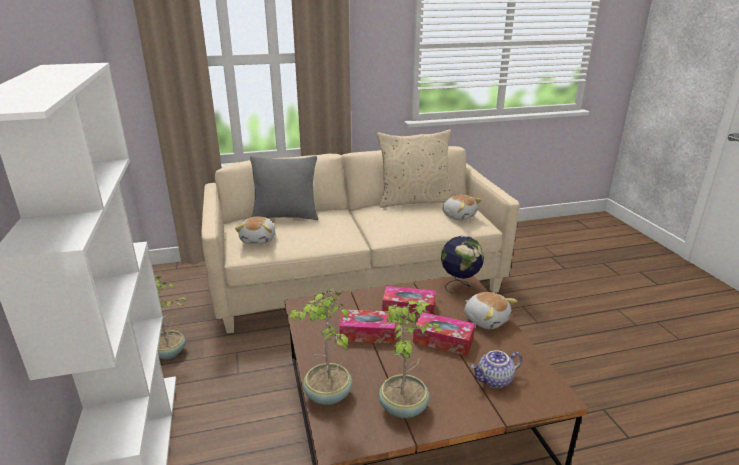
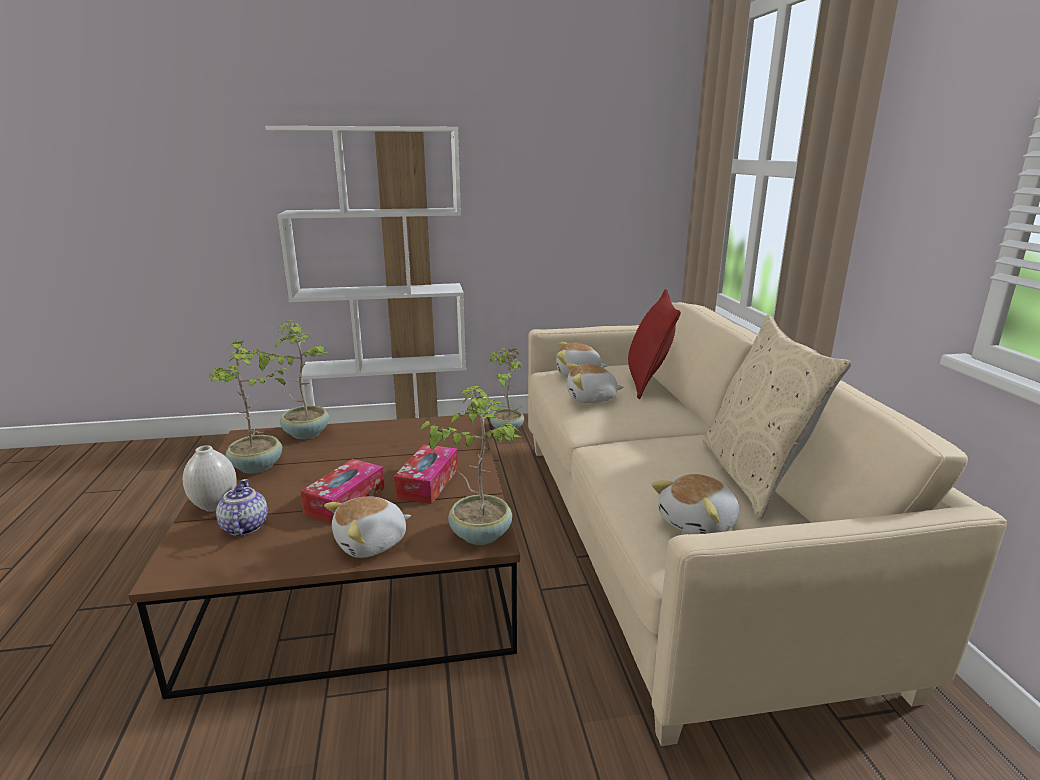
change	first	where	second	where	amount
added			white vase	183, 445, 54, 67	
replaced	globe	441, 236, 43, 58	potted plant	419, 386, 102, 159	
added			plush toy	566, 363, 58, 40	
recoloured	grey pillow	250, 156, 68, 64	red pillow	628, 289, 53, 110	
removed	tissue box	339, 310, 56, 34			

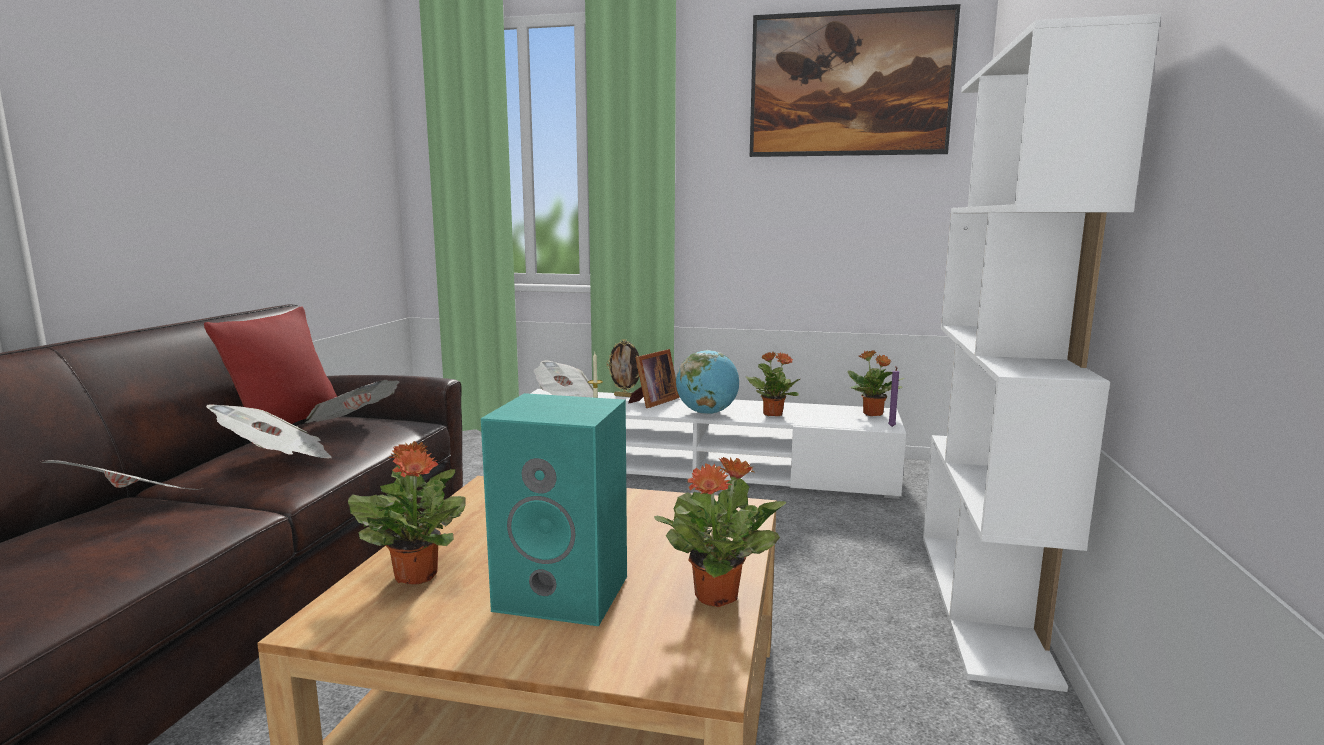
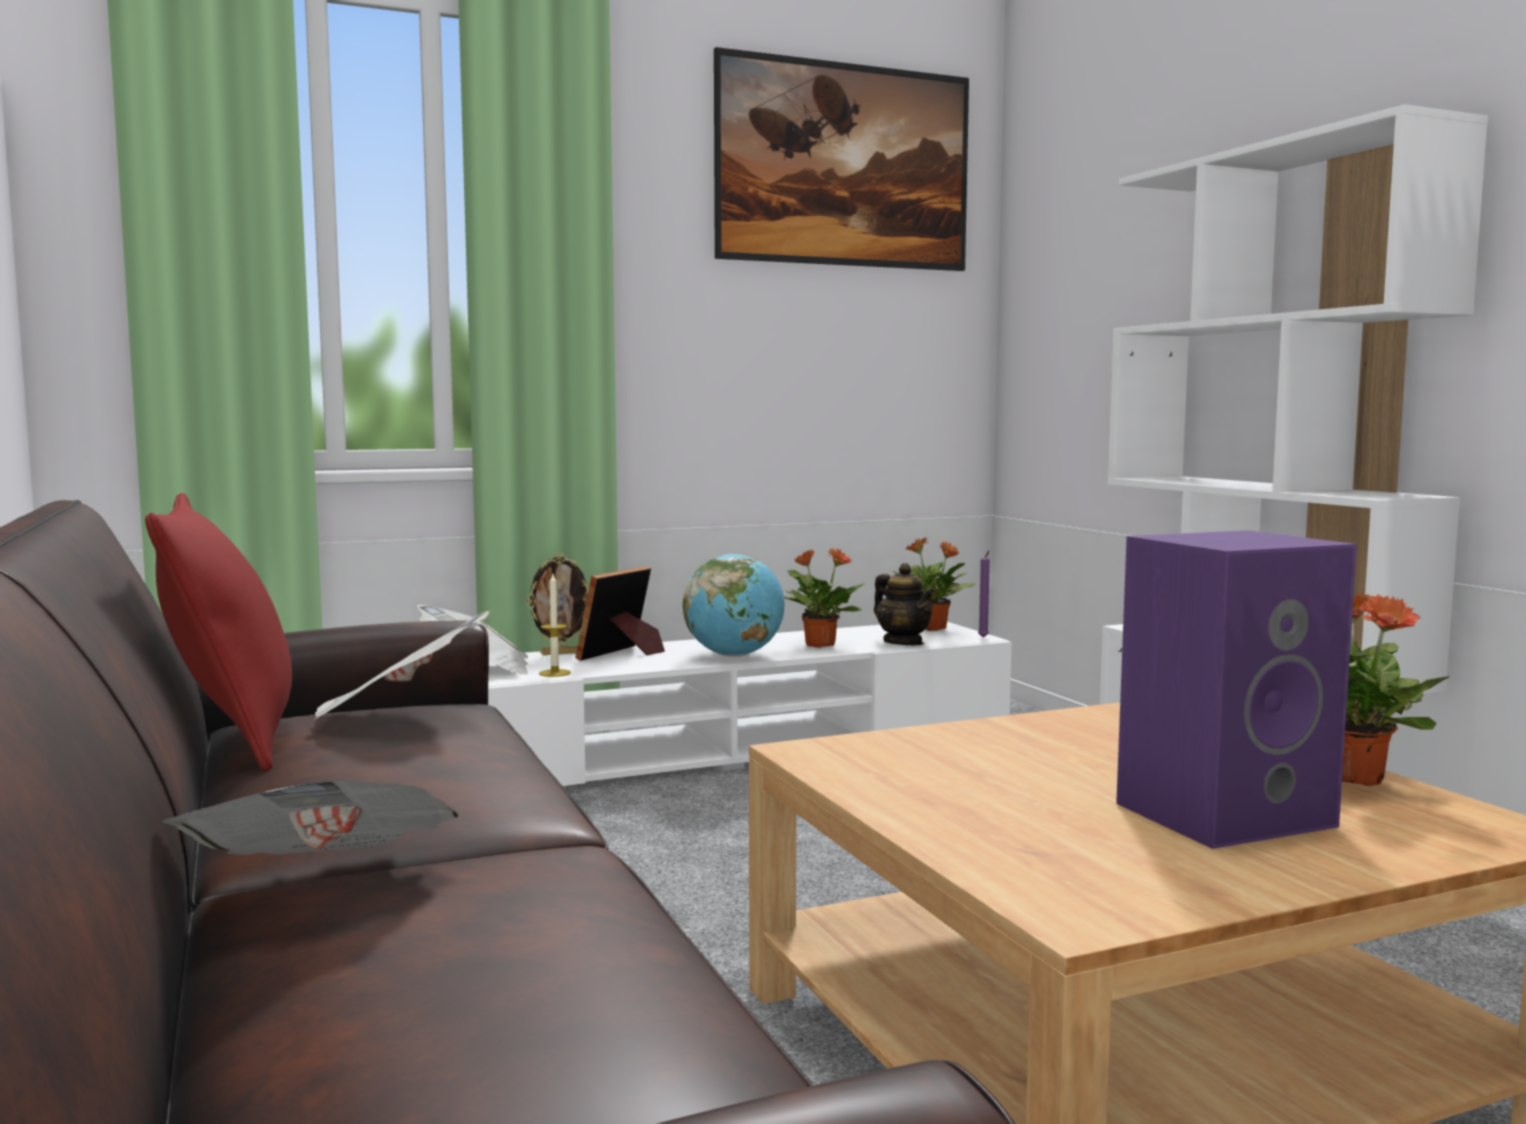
change	first	where	second	where	amount
turned	picture frame	628, 349, 52, 59		575, 566, 90, 95	150 degrees counterclockwise
added			teapot	874, 563, 61, 82	
recoloured	turquoise speaker	481, 393, 146, 233	purple speaker	1116, 530, 241, 319	
removed	newspaper	206, 405, 126, 53			
removed	potted plant	348, 441, 118, 143			

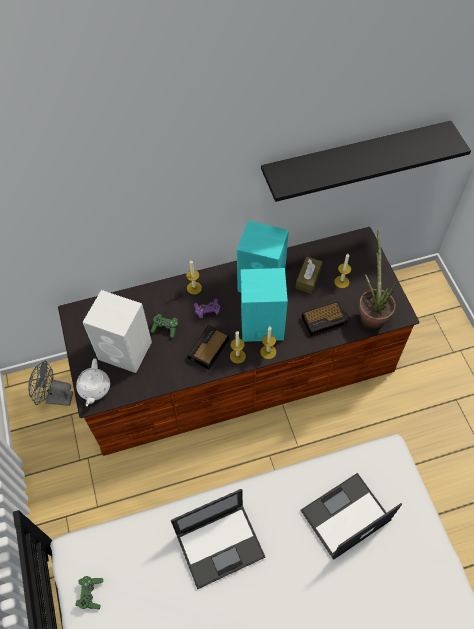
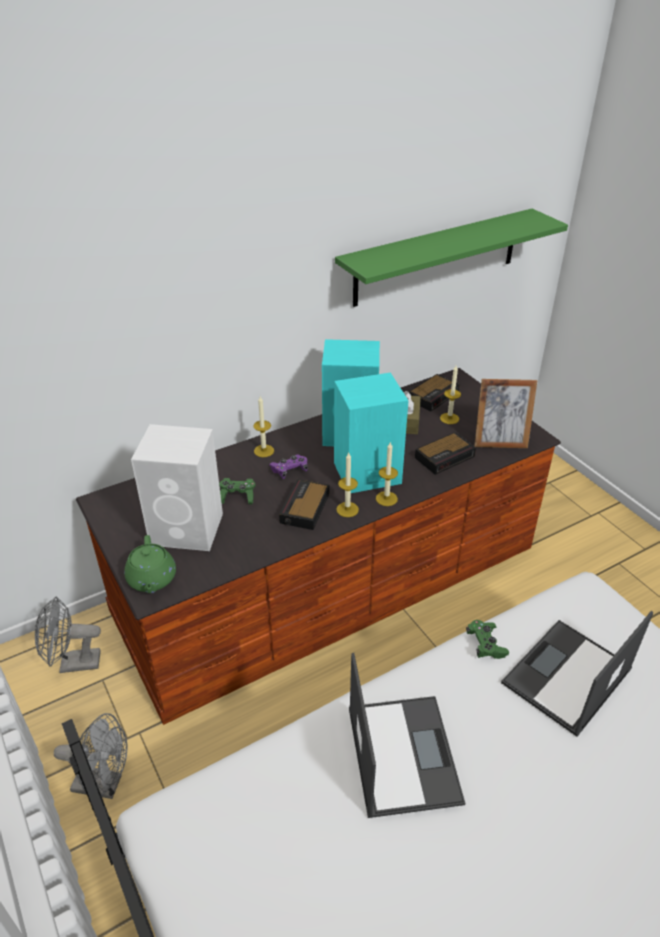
change	first	where	second	where	amount
added			grey fan	54, 713, 73, 86	
recoloured	white teapot	76, 359, 34, 47	green teapot	124, 535, 52, 58	
recoloured	black shelf	261, 121, 210, 81	green shelf	335, 209, 233, 98	
turned	laptop	171, 489, 94, 100		349, 653, 116, 165	60 degrees counterclockwise
added			alarm clock	409, 374, 51, 38	
moved	green game controller	75, 576, 28, 34		466, 620, 43, 39	
replaced	potted plant	359, 230, 39, 100	picture frame	475, 379, 62, 69	

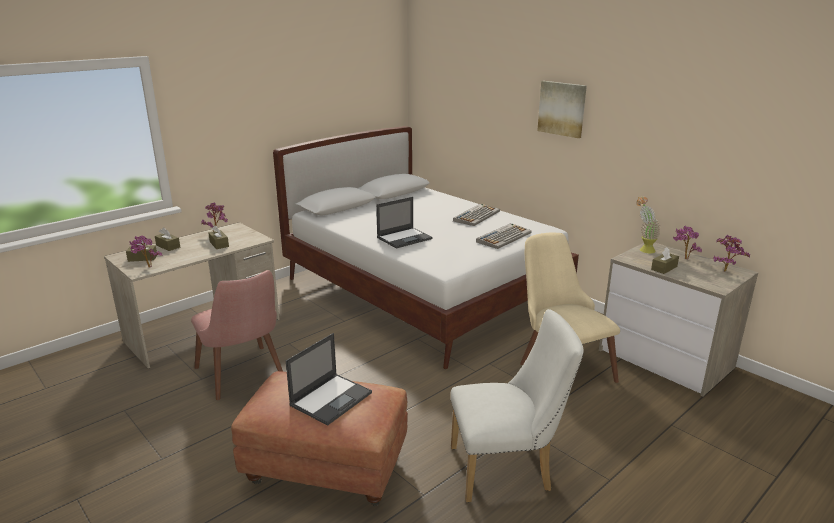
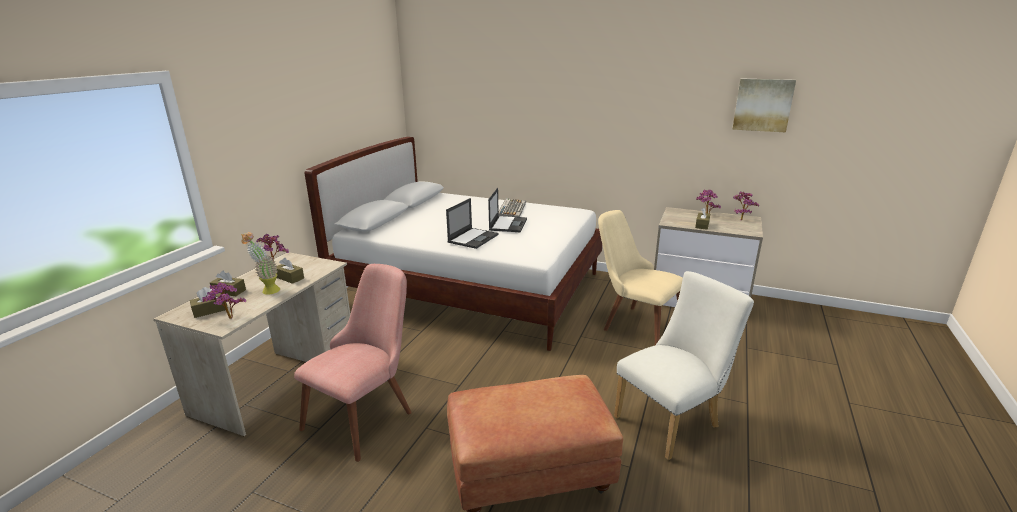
change	first	where	second	where	amount
moved	potted plant	636, 196, 24, 57		241, 232, 39, 63	
turned	pink chair	191, 270, 92, 130		294, 264, 118, 198	90 degrees counterclockwise
moved	laptop	286, 333, 86, 93		488, 188, 39, 44	
moved	picture	537, 81, 50, 57		732, 79, 64, 53	
removed	keyboard	476, 223, 56, 26			

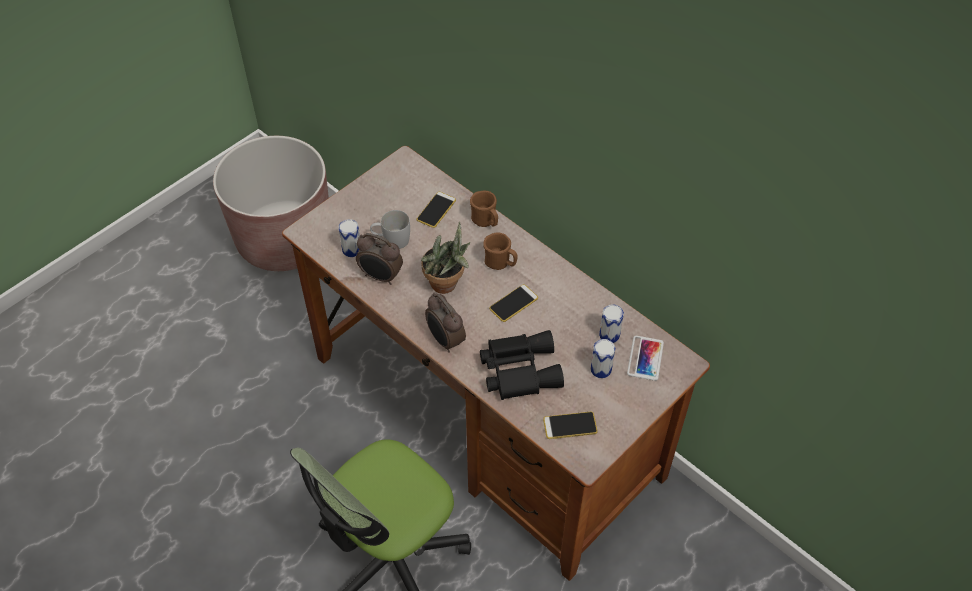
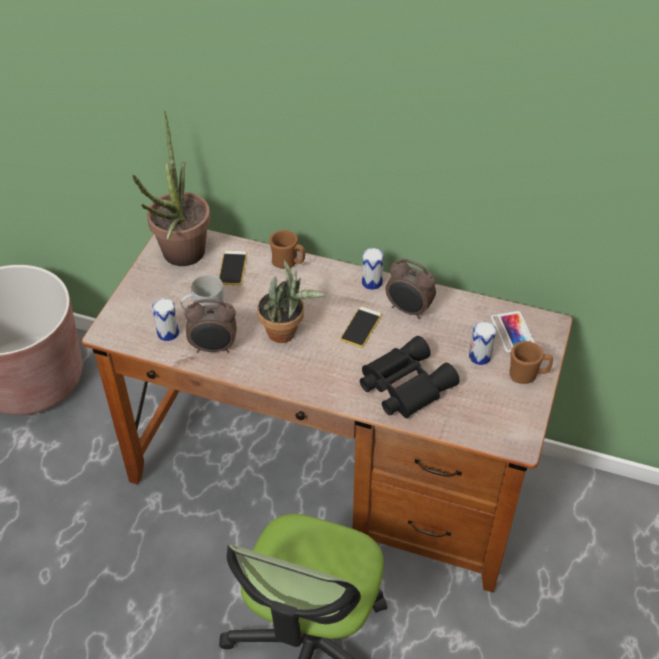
change	first	where	second	where	amount
added			potted plant	132, 111, 79, 155	
moved	can	599, 304, 25, 39		362, 248, 22, 42	
moved	alarm clock	425, 293, 41, 60		386, 259, 50, 60	
moved	brown mug	483, 233, 35, 37		510, 341, 43, 43	
removed	phone	543, 412, 55, 27			

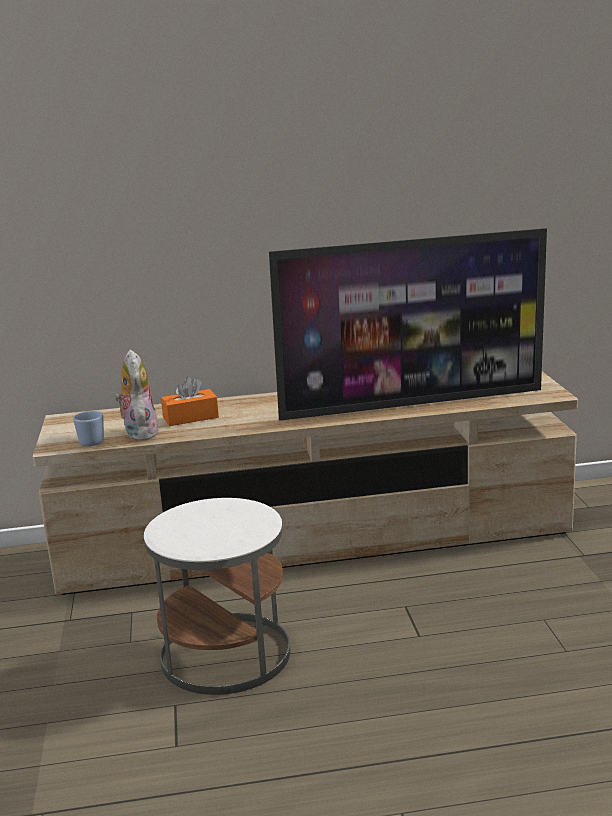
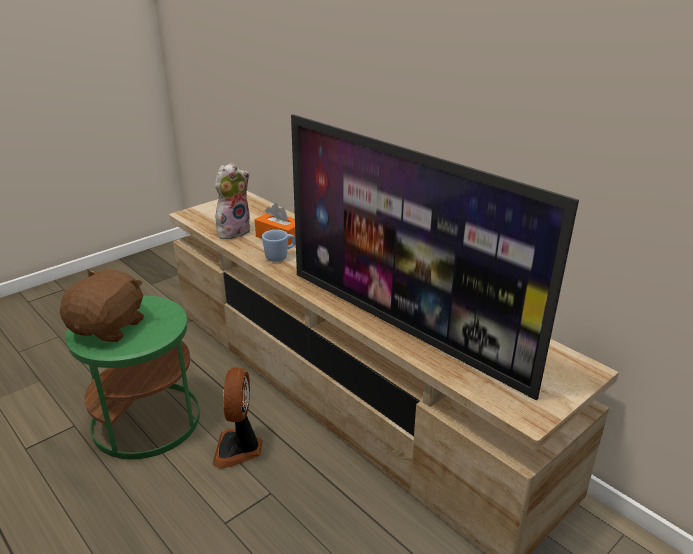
change	first	where	second	where	amount
added			brown plush toy	60, 269, 84, 73	
recoloured	white side table	144, 498, 146, 197	green side table	65, 295, 135, 164	
added			fan	212, 367, 51, 102	
moved	blue mug	73, 411, 31, 35		262, 230, 33, 32	

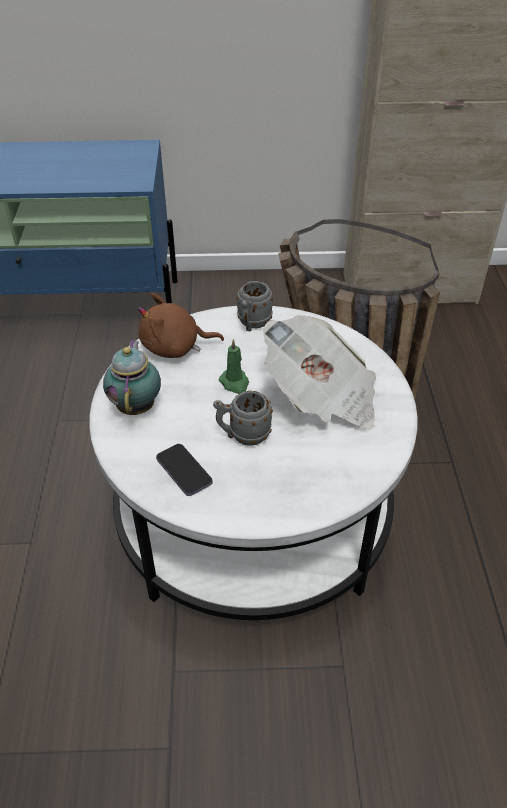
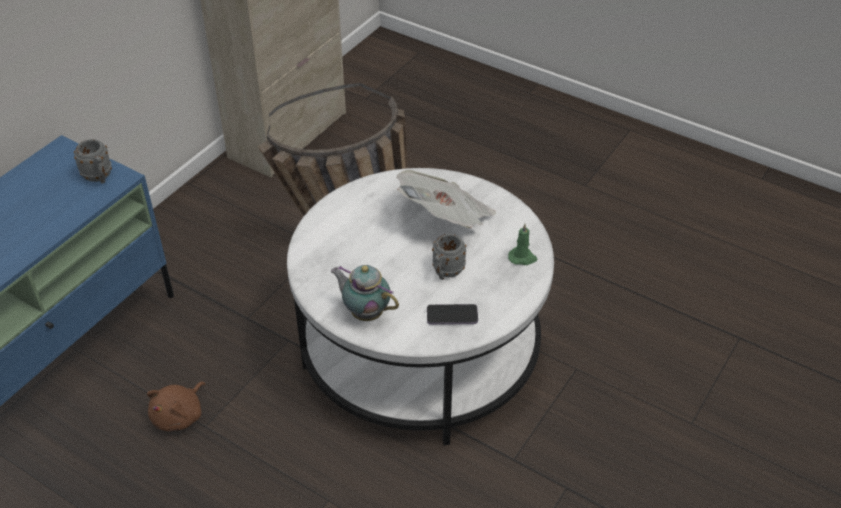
change	first	where	second	where	amount
moved	grey mug	236, 281, 37, 51		74, 139, 38, 45	
moved	brown plush toy	138, 293, 86, 65		147, 382, 58, 49	
moved	green candle	219, 339, 30, 55		508, 224, 30, 41	

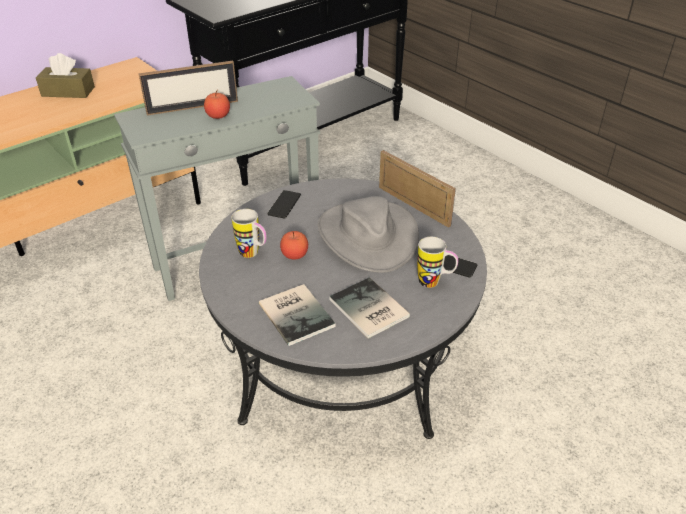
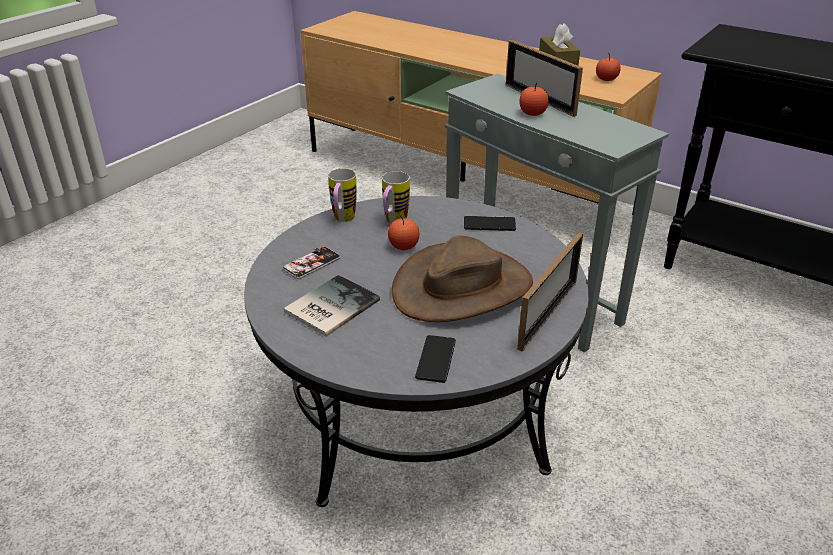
change	first	where	second	where	amount
replaced	book	259, 284, 76, 62	phone	283, 246, 58, 33	
moved	mug	417, 237, 41, 51		328, 168, 29, 54	
recoloured	grey hat	318, 196, 101, 77	brown hat	392, 236, 141, 86	
added			apple	596, 52, 25, 29	

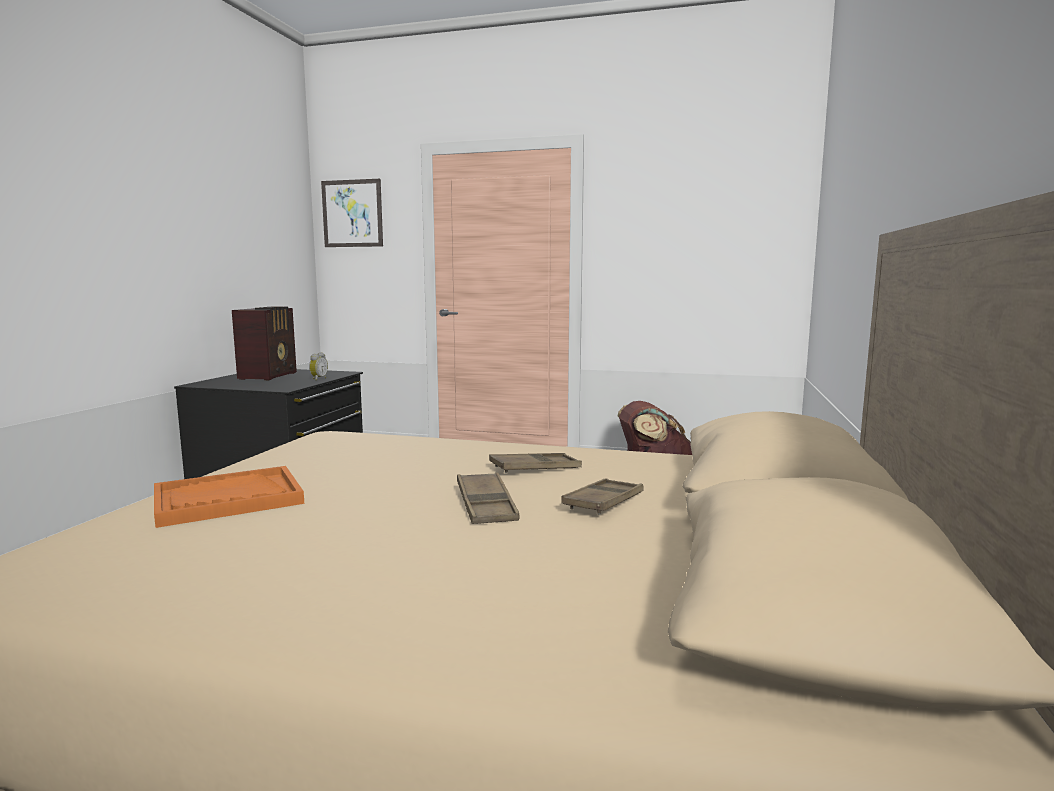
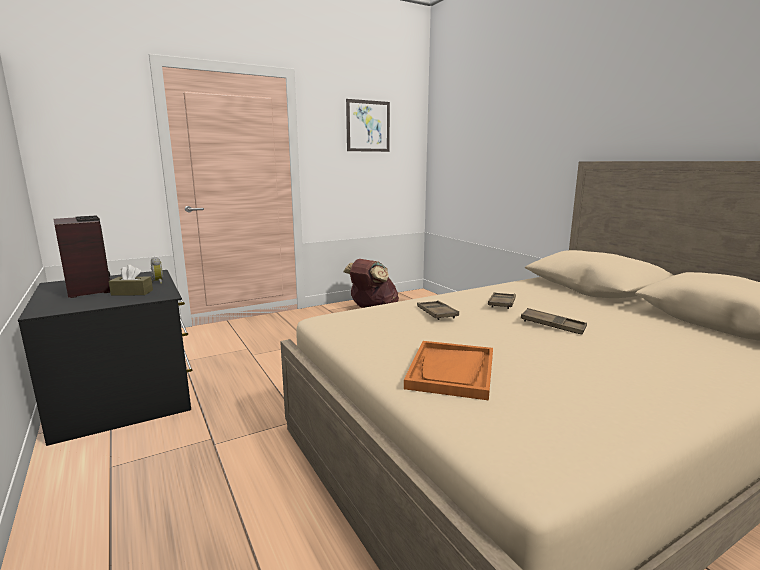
change	first	where	second	where	amount
added			brown tissue box	109, 265, 44, 31	
moved	picture	321, 179, 62, 68		346, 99, 44, 53	
moved	brown tray	561, 478, 83, 36		417, 300, 42, 20	

